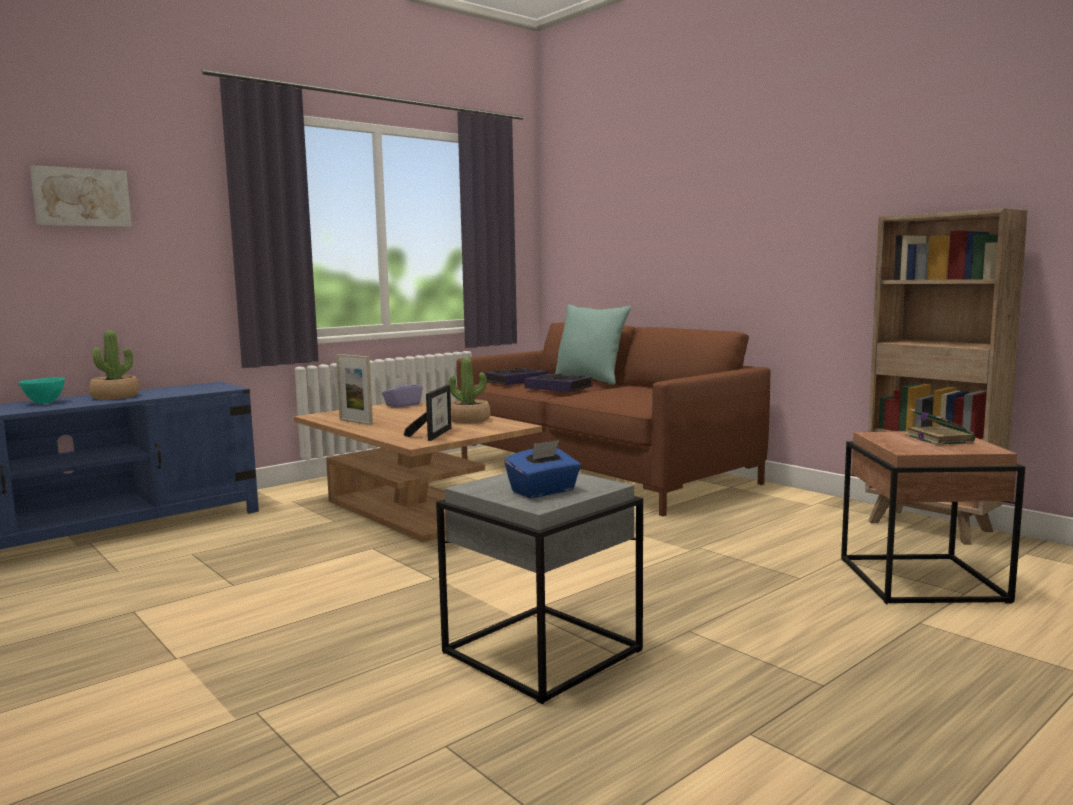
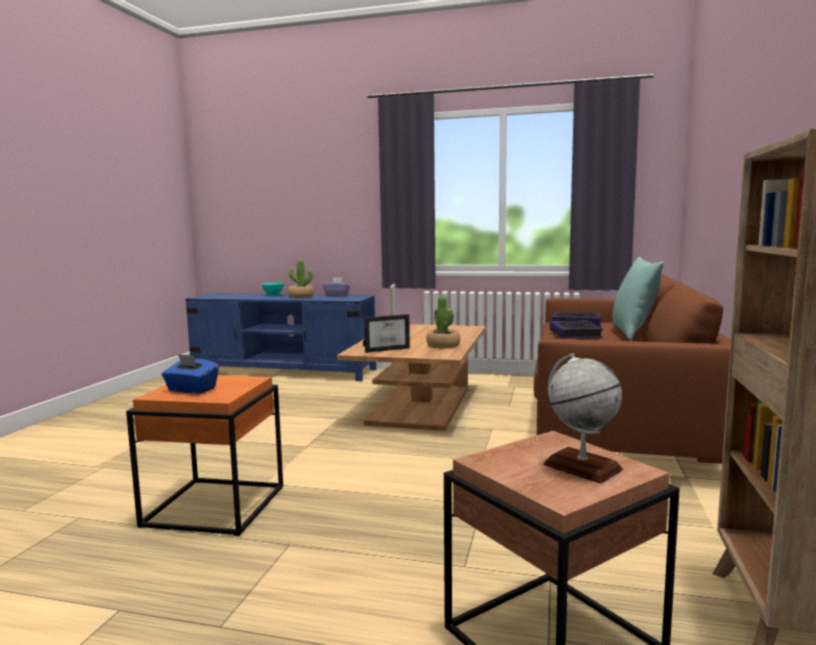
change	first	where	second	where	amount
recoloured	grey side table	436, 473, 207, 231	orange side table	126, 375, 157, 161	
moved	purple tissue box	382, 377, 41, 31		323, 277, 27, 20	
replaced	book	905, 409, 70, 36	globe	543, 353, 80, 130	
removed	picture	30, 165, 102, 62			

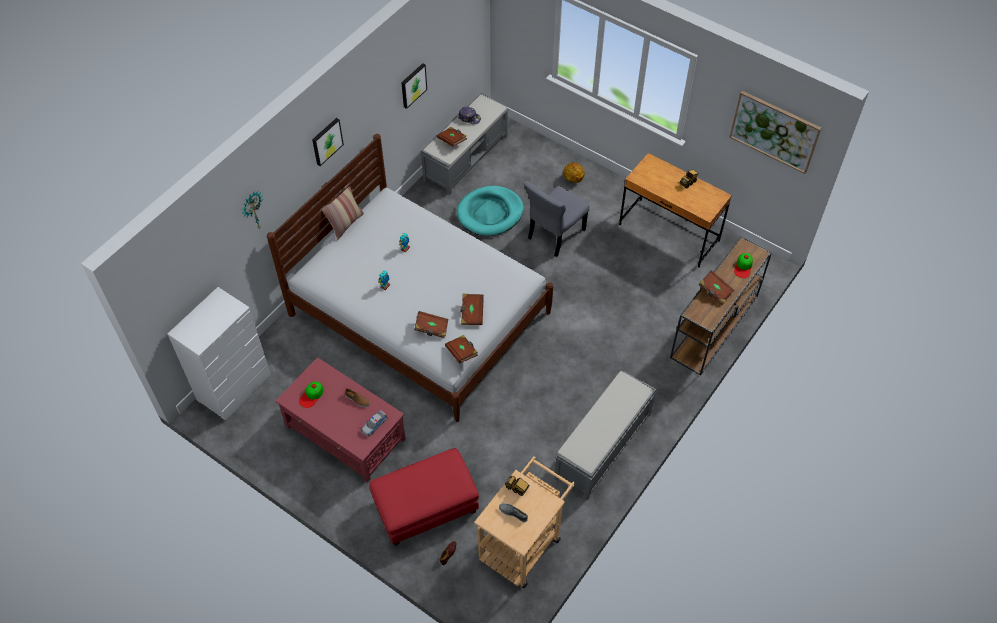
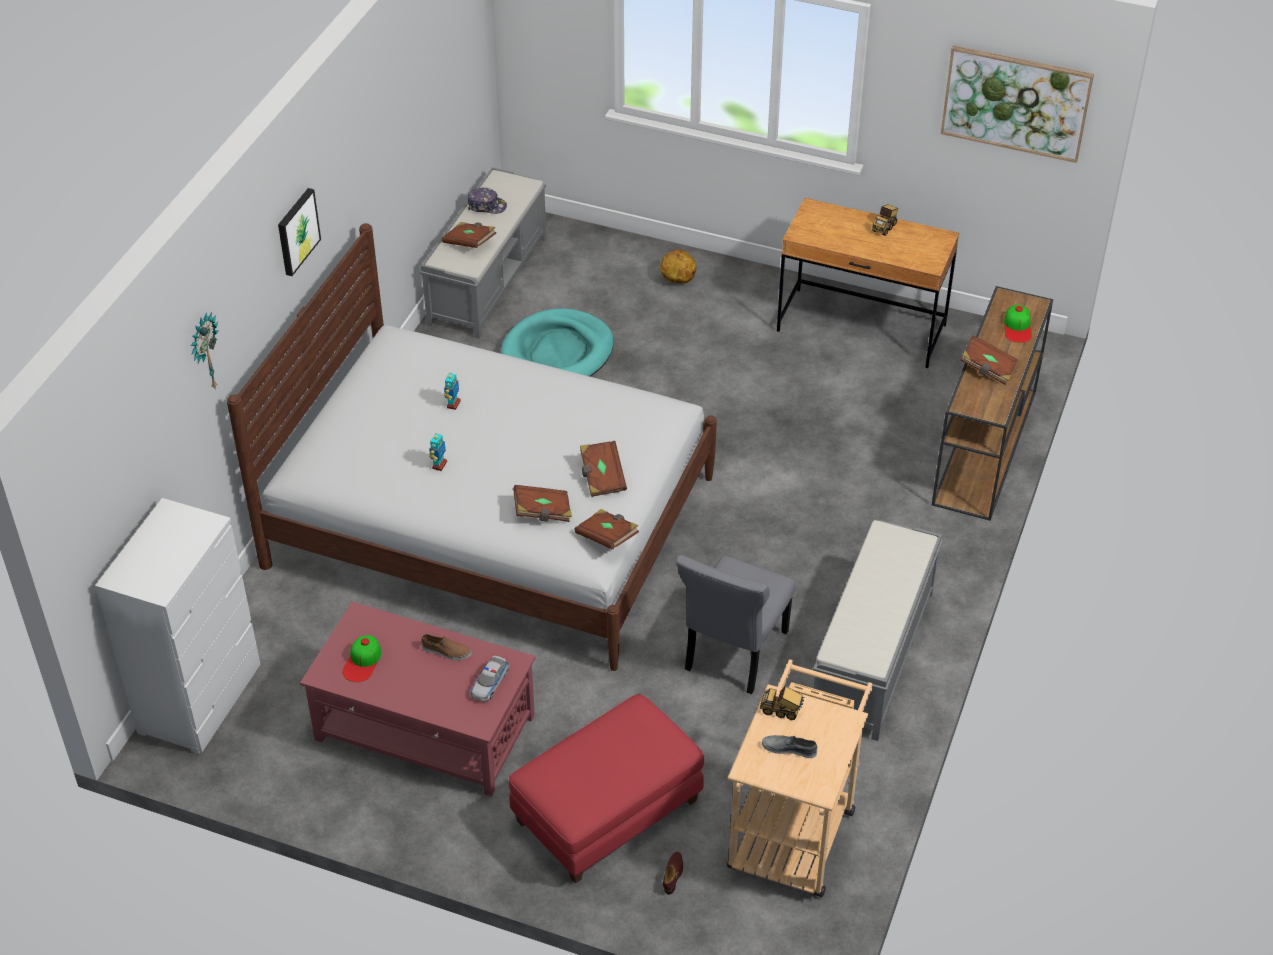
change	first	where	second	where	amount
moved	grey chair	524, 181, 66, 76		676, 555, 119, 139	
removed	pillow	322, 183, 42, 57			
removed	picture	401, 63, 26, 46			

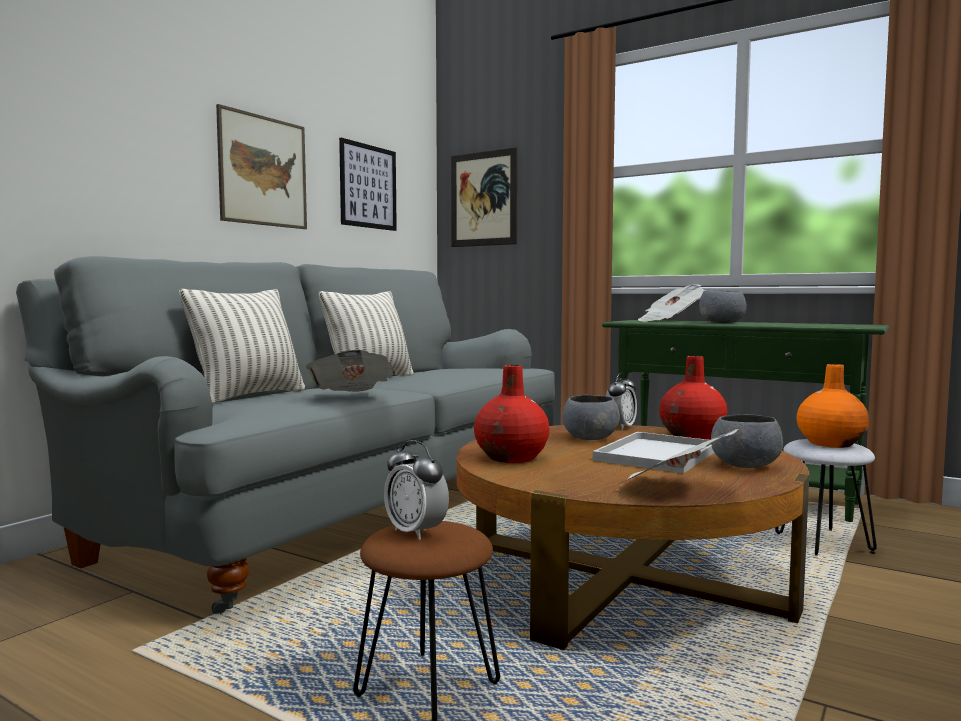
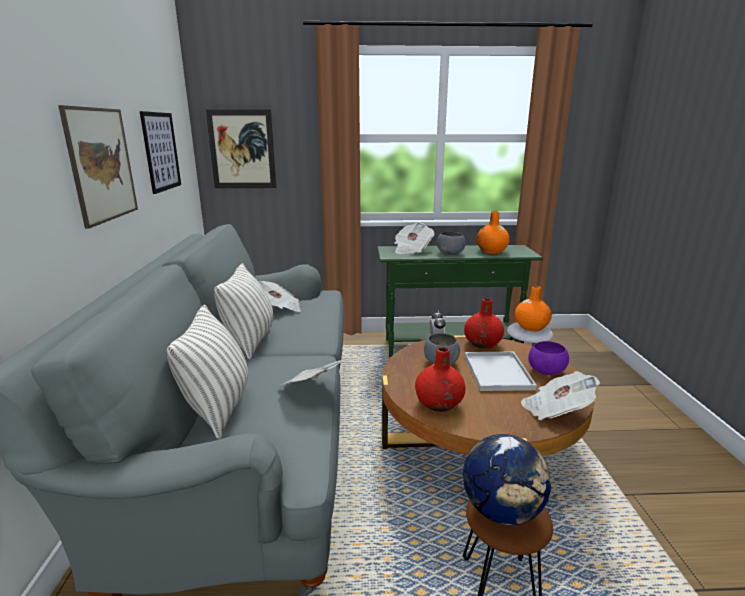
change	first	where	second	where	amount
added			newspaper	258, 281, 43, 31	
replaced	alarm clock	384, 440, 65, 100	globe	463, 434, 88, 91	
added			orange vase	476, 211, 34, 43	
recoloured	grey bowl	711, 415, 72, 53	purple bowl	528, 341, 41, 34	

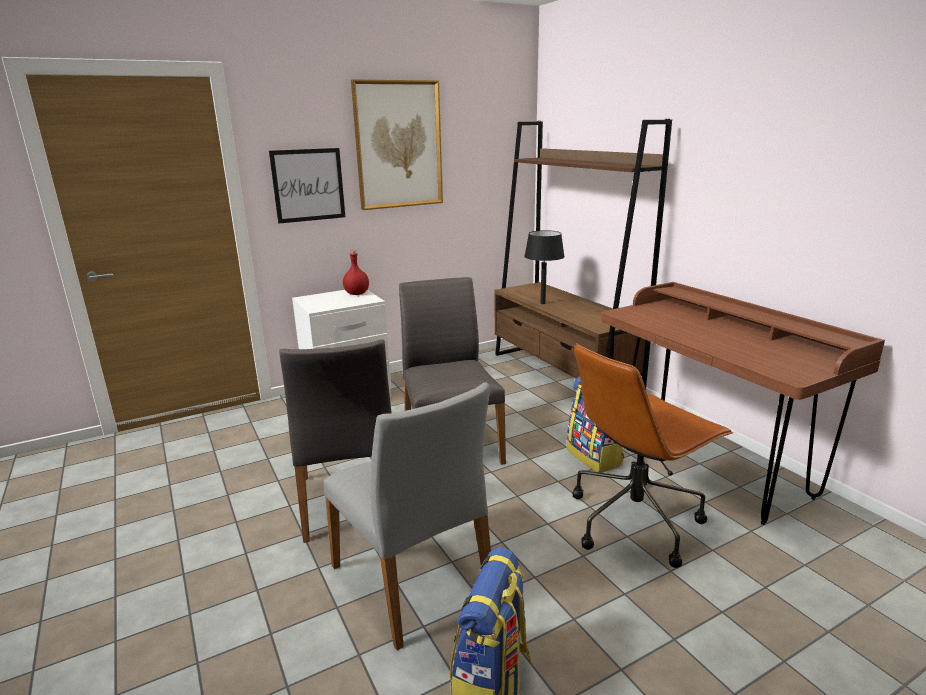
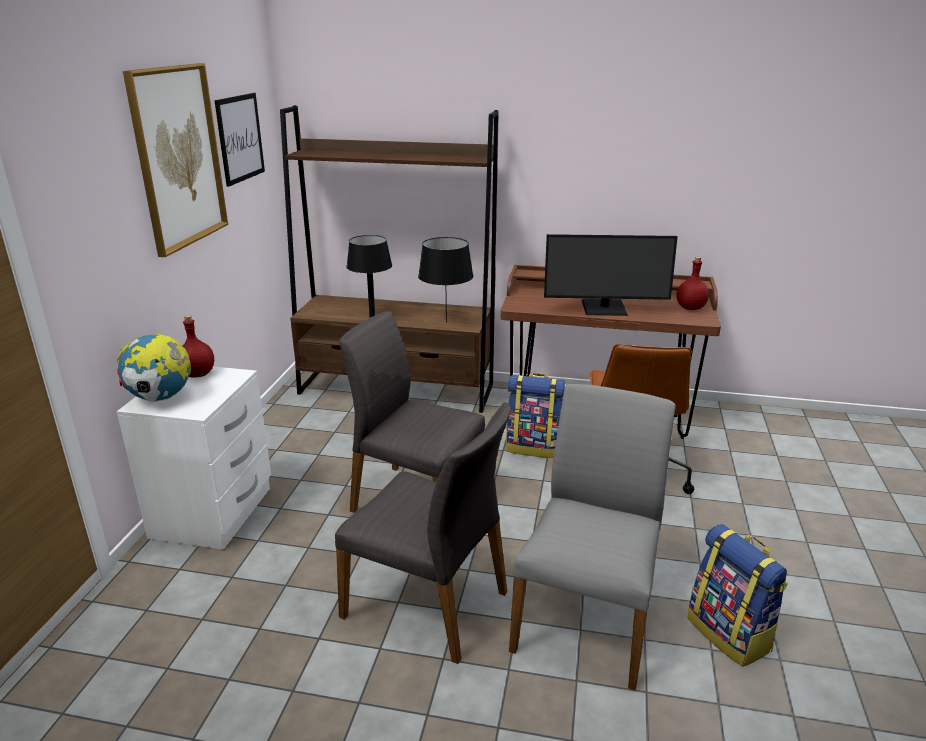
change	first	where	second	where	amount
added			globe	117, 334, 74, 67	
moved	picture	269, 148, 76, 76		214, 93, 51, 94	
added			black table lamp	418, 237, 55, 86	
turned	grey chair	324, 382, 167, 268		509, 384, 167, 306	75 degrees counterclockwise
added			monitor	544, 234, 134, 82	
added			red bottle	677, 257, 32, 53	

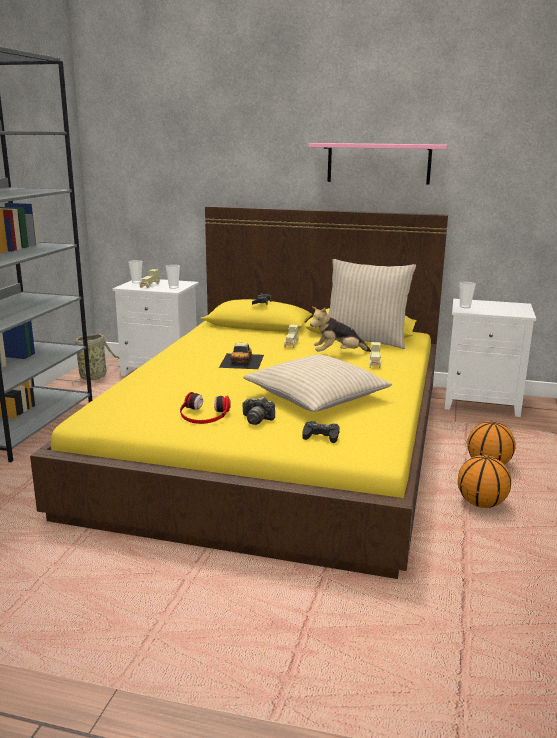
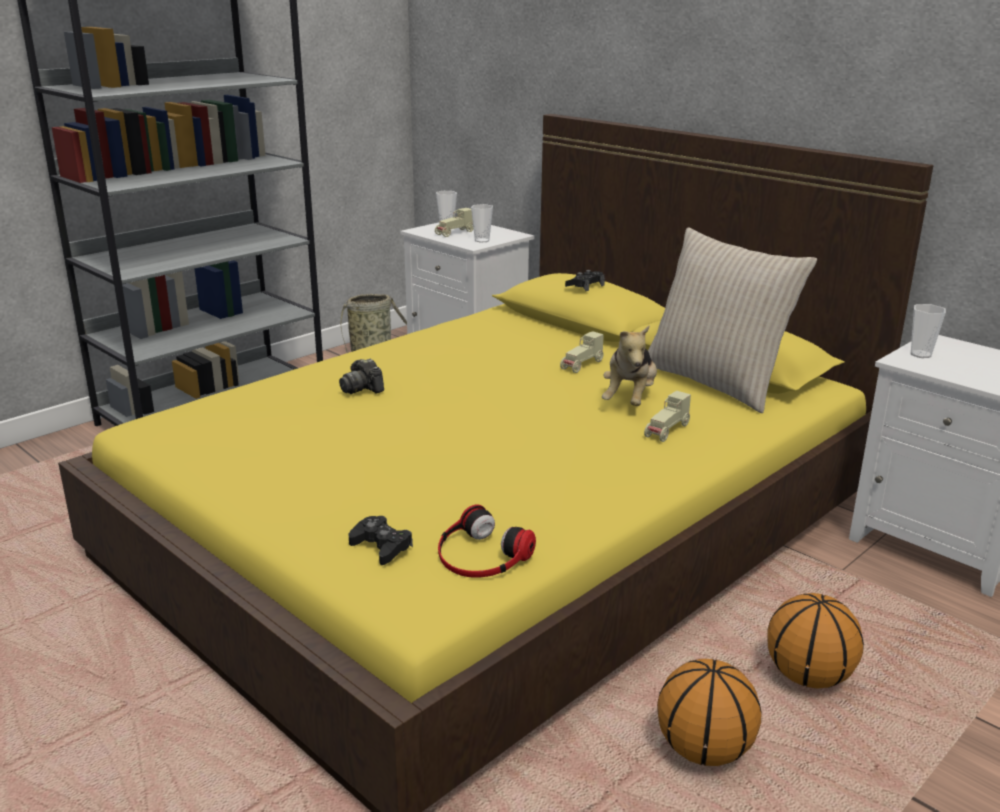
change	first	where	second	where	amount
moved	photo camera	242, 396, 33, 29		339, 359, 45, 35	
moved	headphones	180, 392, 51, 32		438, 504, 98, 73	
turned	plush toy	310, 307, 61, 45		602, 326, 55, 80	90 degrees counterclockwise
removed	toy car	219, 343, 45, 26			
removed	beige pillow	243, 355, 149, 57			
removed	pink shelf	308, 143, 140, 42			

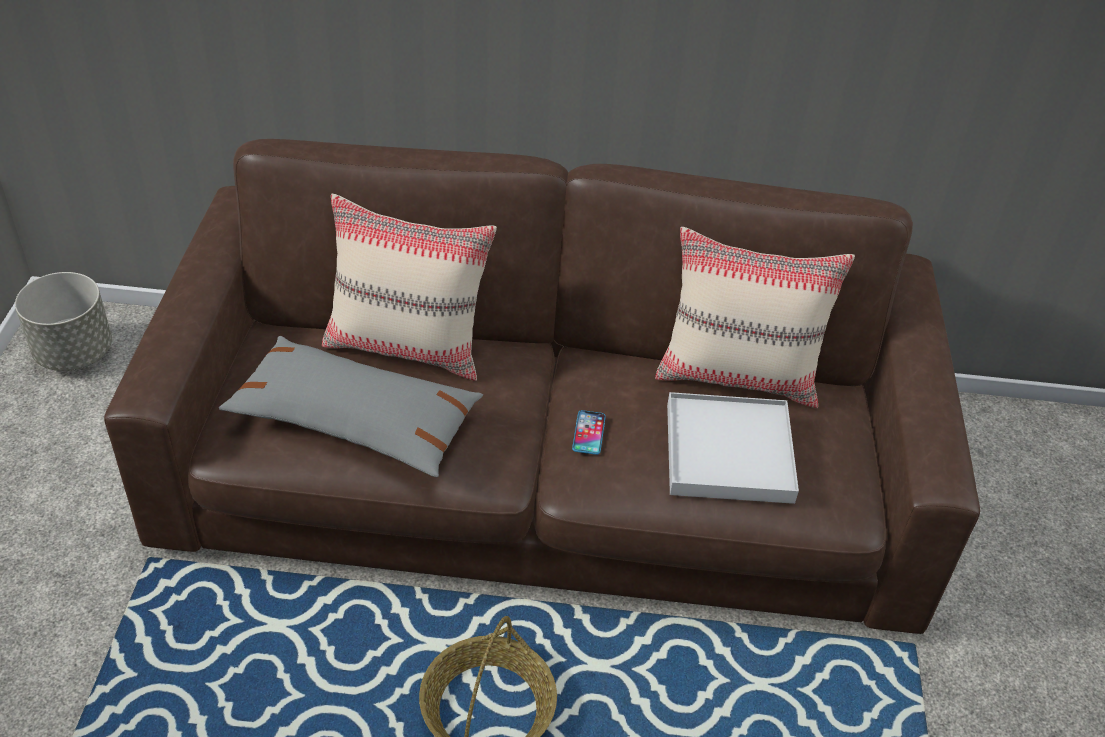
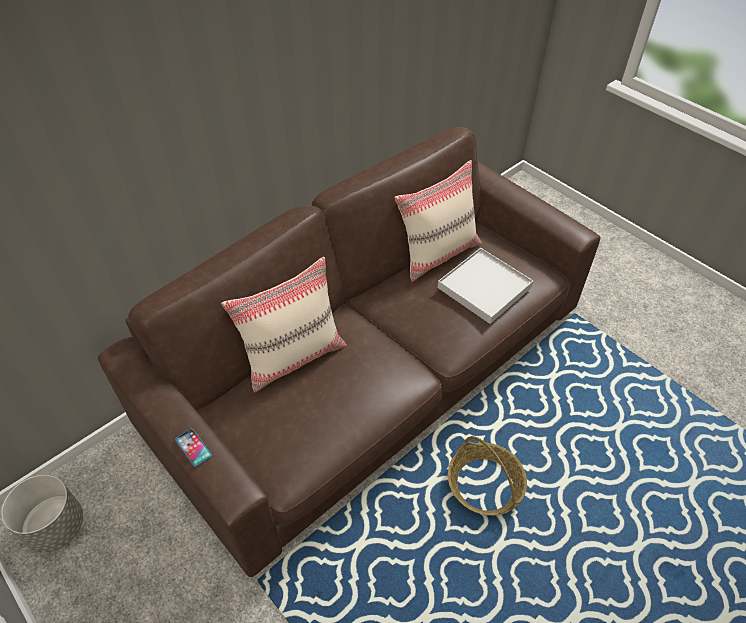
change	first	where	second	where	amount
moved	phone	572, 410, 34, 45		175, 429, 37, 37	
removed	grey pillow	219, 336, 264, 141			

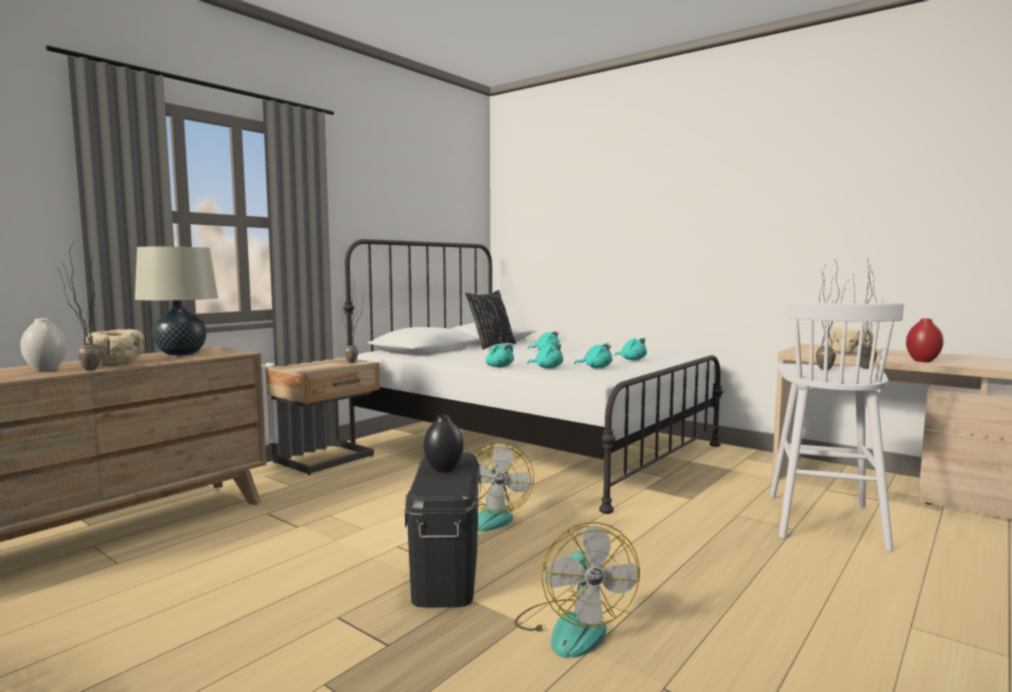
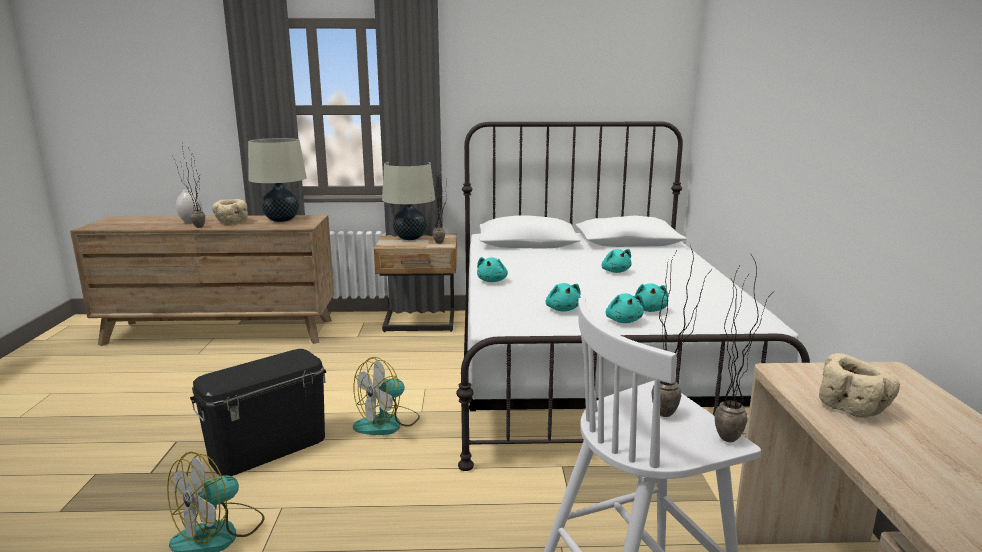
change	first	where	second	where	amount
added			beige table lamp	382, 162, 53, 78	
moved	turquoise plush toy	527, 343, 36, 25		606, 293, 37, 30	
removed	black vase	423, 415, 41, 57			
removed	black pillow	465, 290, 51, 60			
removed	red vase	906, 318, 38, 44			

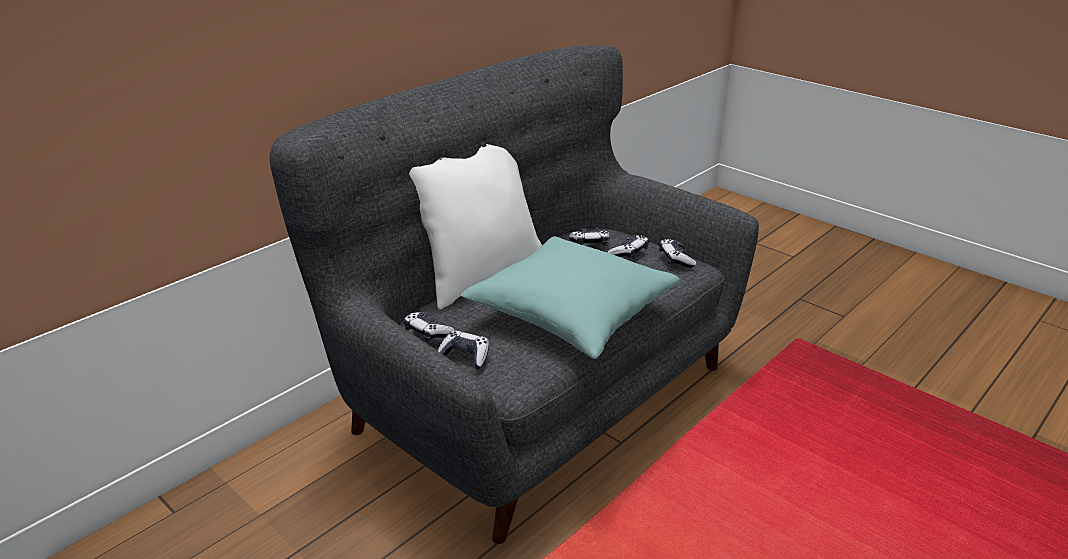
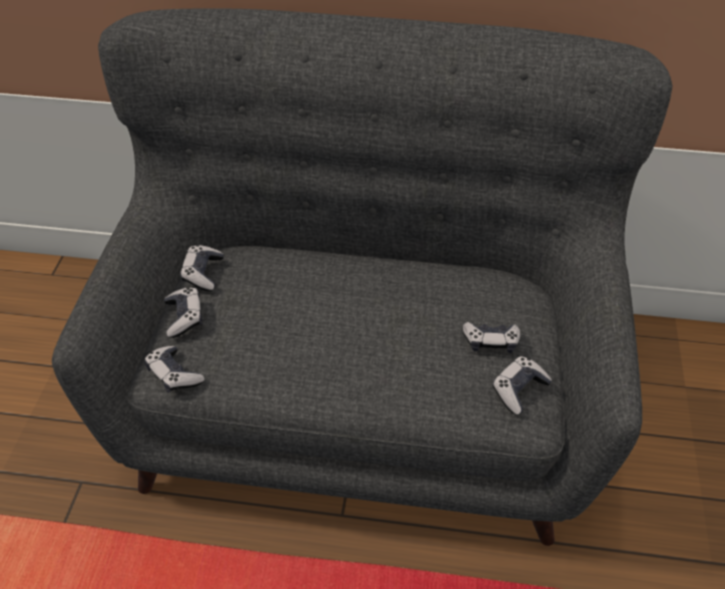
change	first	where	second	where	amount
moved	game controller	569, 228, 41, 18		144, 346, 61, 47	
removed	white pillow	409, 144, 133, 166			
removed	turquoise pillow	461, 236, 219, 123			

